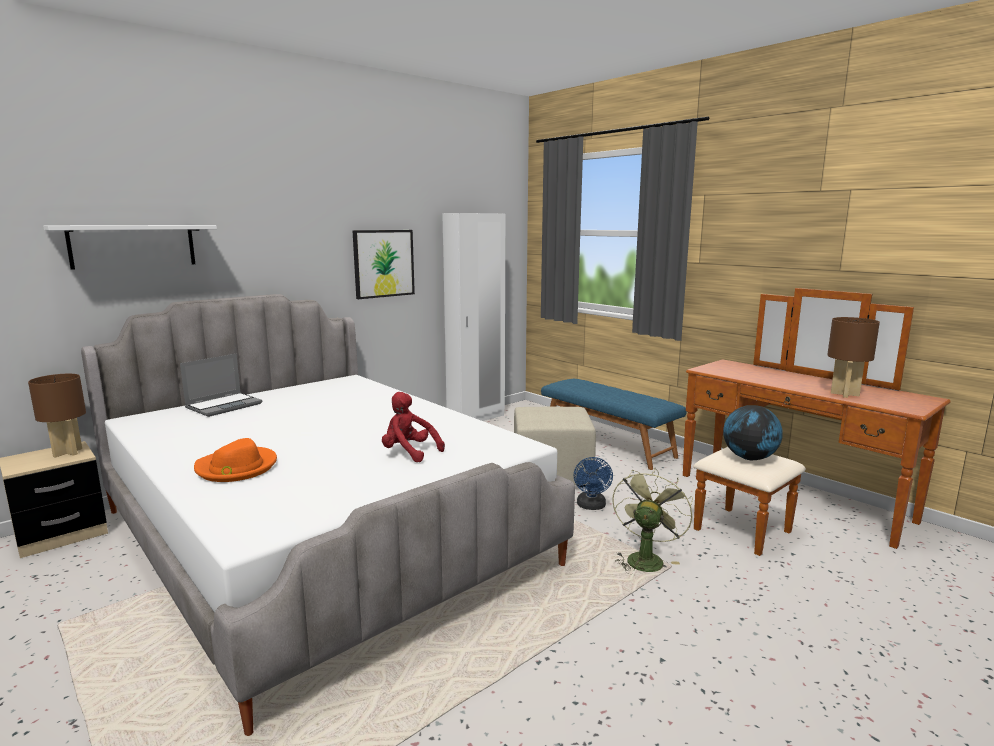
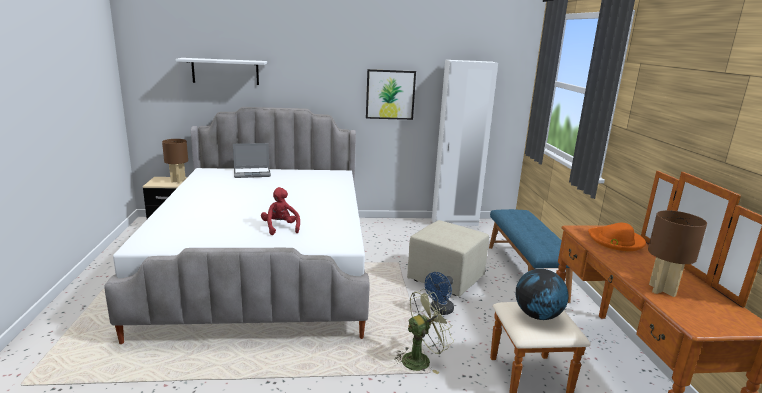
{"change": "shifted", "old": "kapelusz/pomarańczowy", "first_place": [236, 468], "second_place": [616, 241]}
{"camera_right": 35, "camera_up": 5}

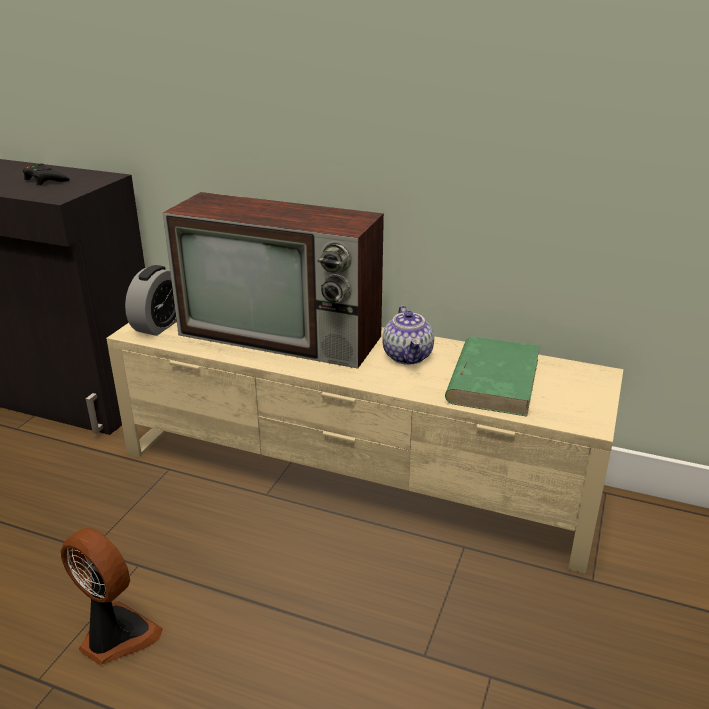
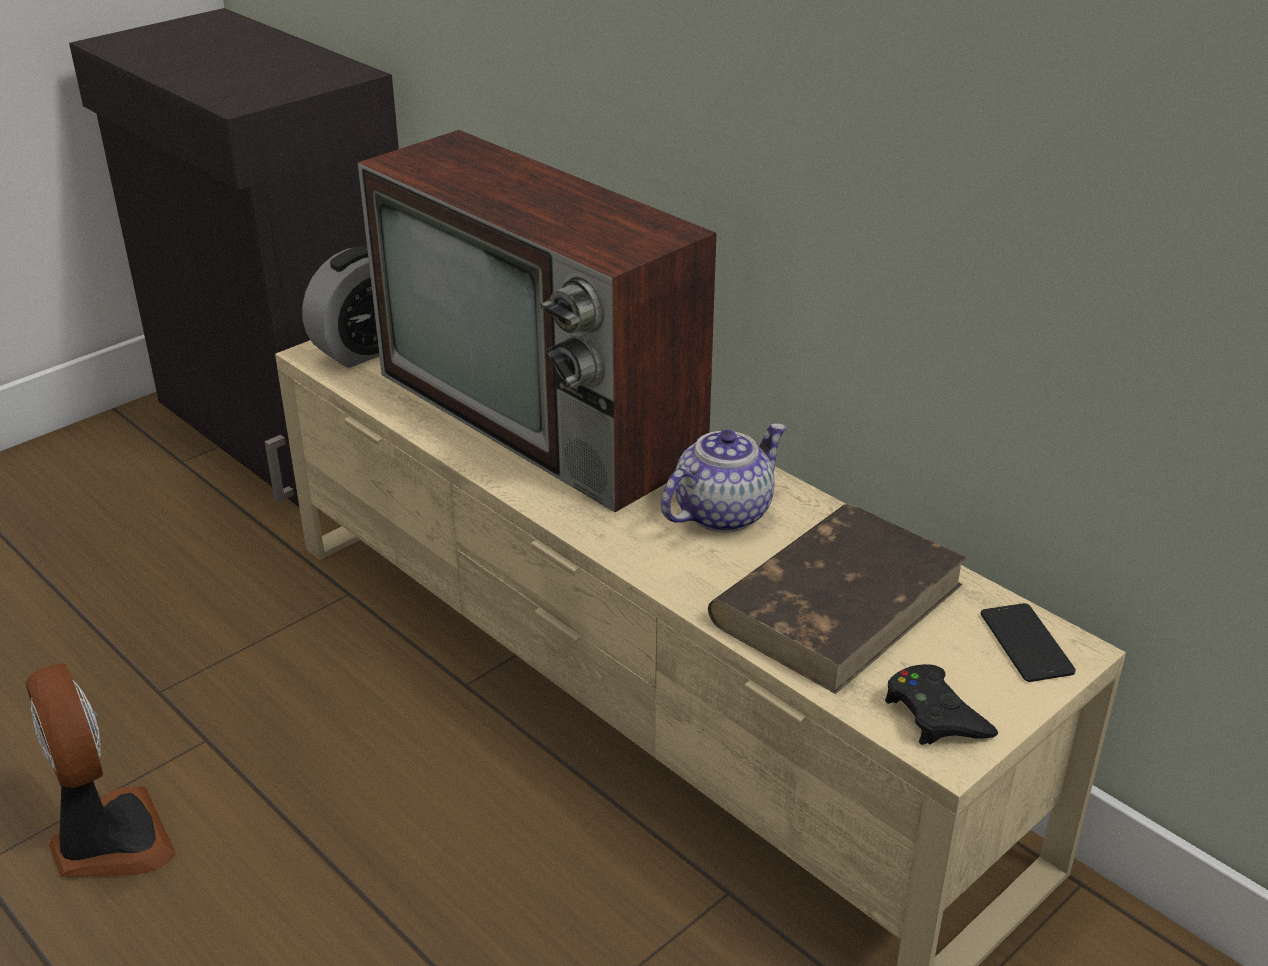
{"change": "shifted", "old": "pad do gier/czarny", "first_place": [45, 180], "second_place": [935, 714]}
{"change": "rotated", "old": "imbryk", "first_place": [408, 356], "second_place": [722, 512], "degrees": -150}
{"change": "repainted", "old": "książka/zielony", "new": "książka/brązowy", "first_place": [493, 380], "second_place": [838, 602]}
{"change": "new", "new": "telefon", "second_place": [1026, 643]}
{"camera_right": 25, "camera_up": 5}

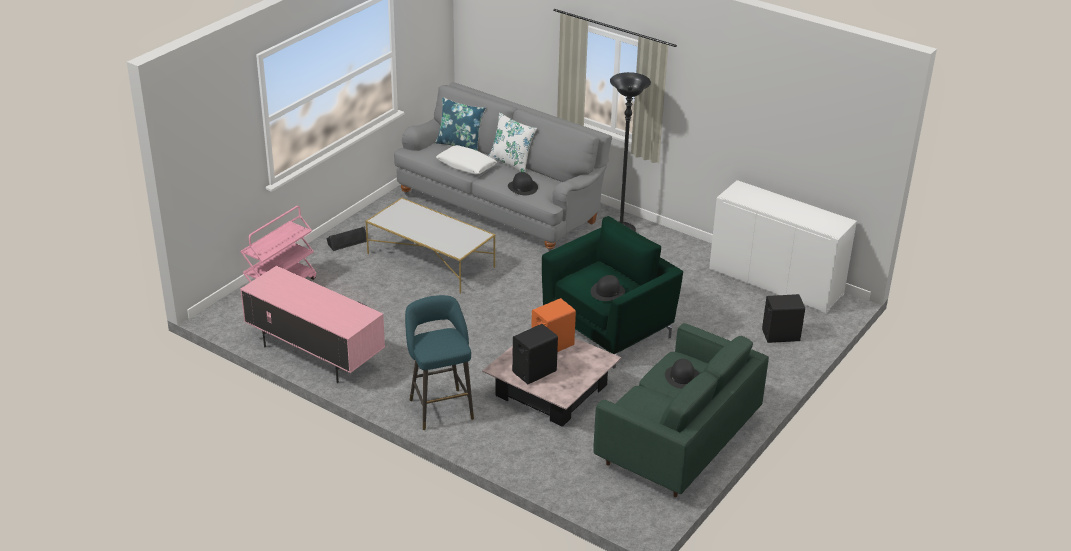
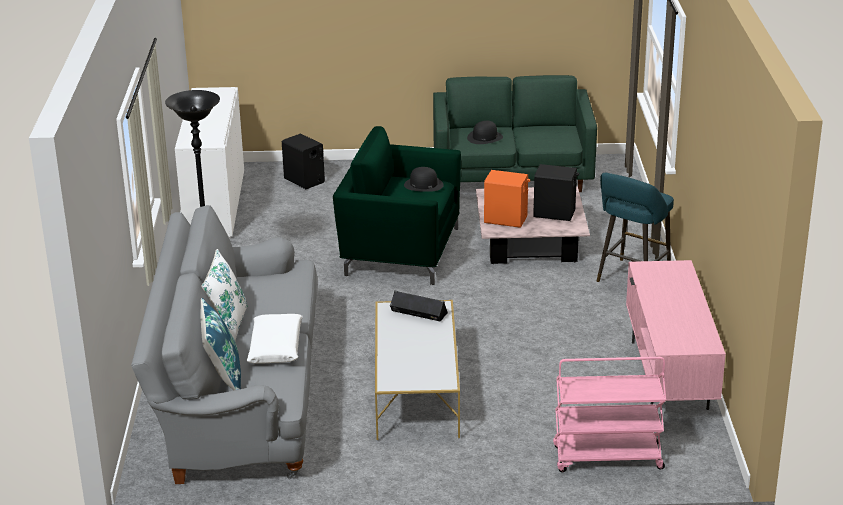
{"change": "gone", "old": "kapelusz/czarny", "first_place": [522, 187]}
{"change": "shifted", "old": "głośnik/czarny", "first_place": [347, 242], "second_place": [418, 313]}
{"camera_right": -125, "camera_up": -5}

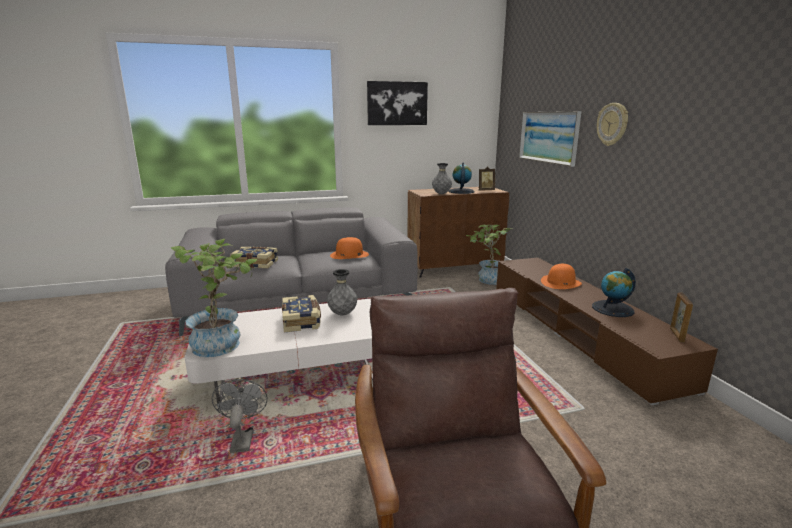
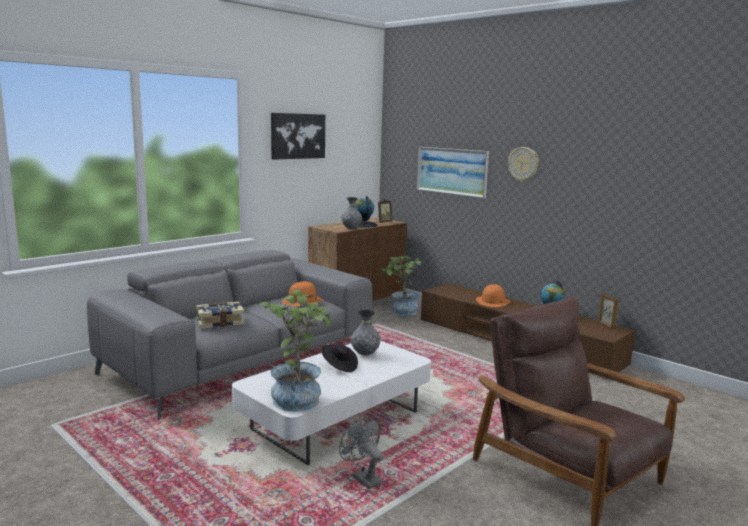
{"change": "swapped", "old": "książka", "new": "kapelusz/czarny", "first_place": [302, 321], "second_place": [339, 366]}
{"camera_right": -30, "camera_up": -5}

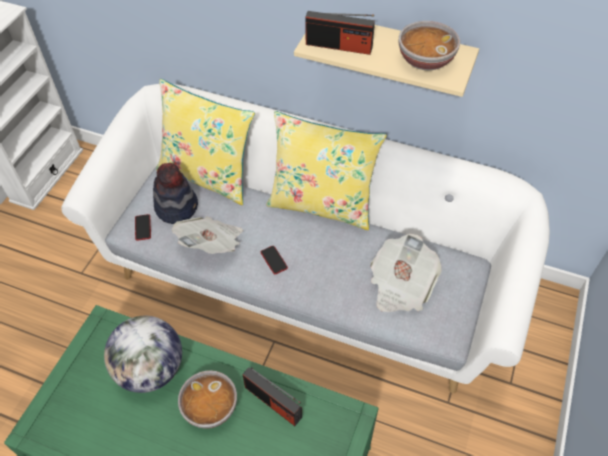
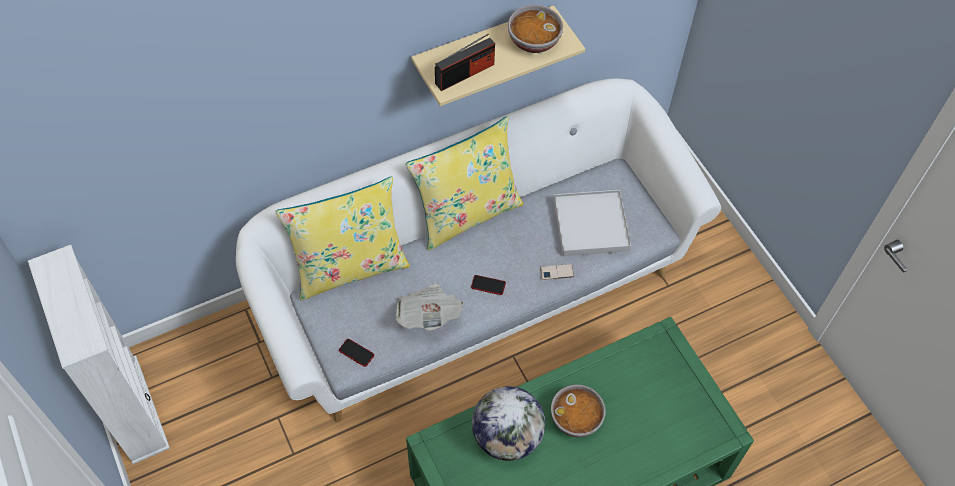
{"change": "gone", "old": "kapelusz", "first_place": [177, 206]}
{"change": "swapped", "old": "gazeta", "new": "taca/biały", "first_place": [400, 285], "second_place": [591, 225]}
{"change": "gone", "old": "radio", "first_place": [273, 402]}
{"change": "new", "new": "telefon", "second_place": [557, 272]}
{"camera_right": -50, "camera_up": 5}

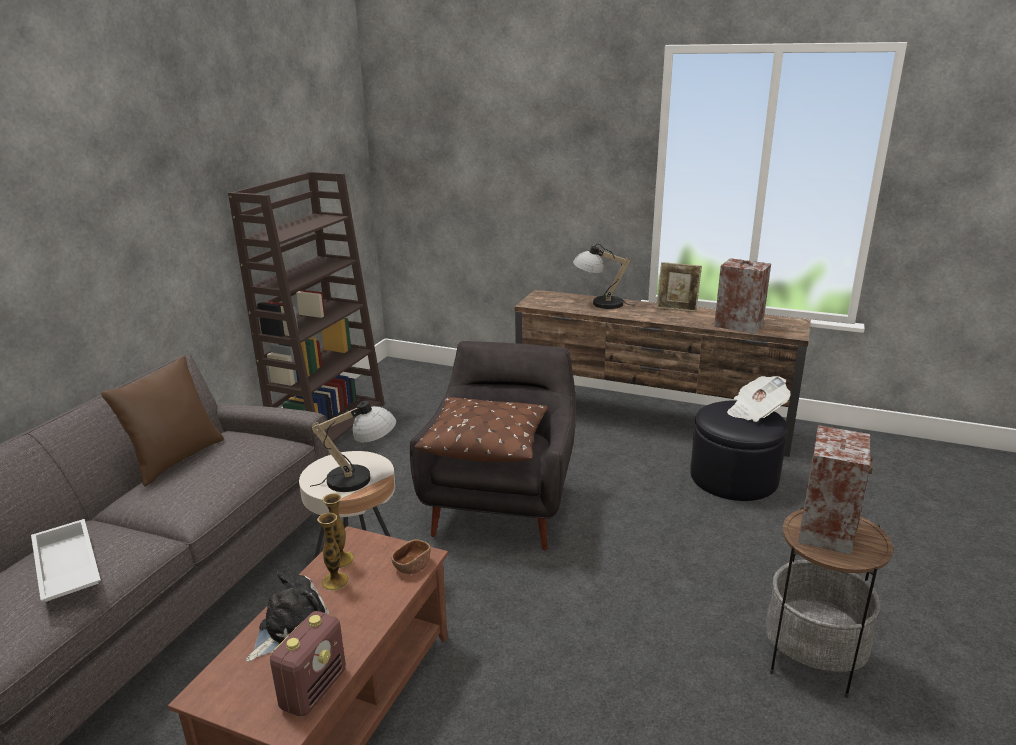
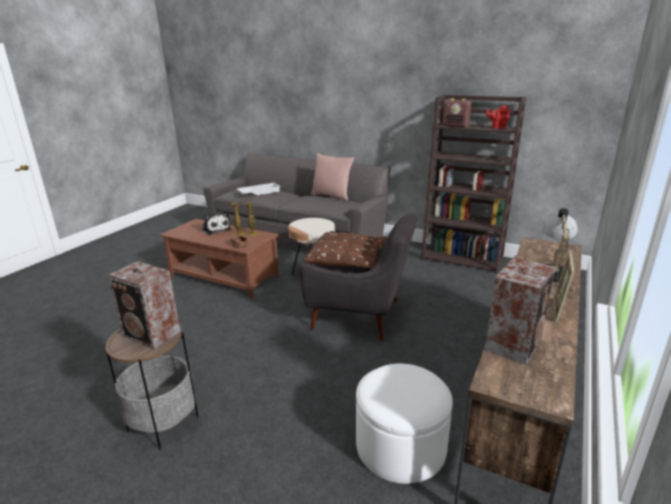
{"change": "repainted", "old": "poduszka/brązowy", "new": "poduszka/różowy", "first_place": [175, 459], "second_place": [332, 196]}
{"change": "gone", "old": "gazeta", "first_place": [755, 412]}
{"change": "gone", "old": "lampa stołowa", "first_place": [361, 478]}
{"change": "repainted", "old": "pufa/czarny", "new": "pufa/biały", "first_place": [734, 477], "second_place": [400, 446]}
{"change": "shifted", "old": "radio", "first_place": [314, 689], "second_place": [456, 126]}
{"change": "new", "new": "imbryk/czerwony", "second_place": [497, 127]}
{"camera_right": 95, "camera_up": 0}

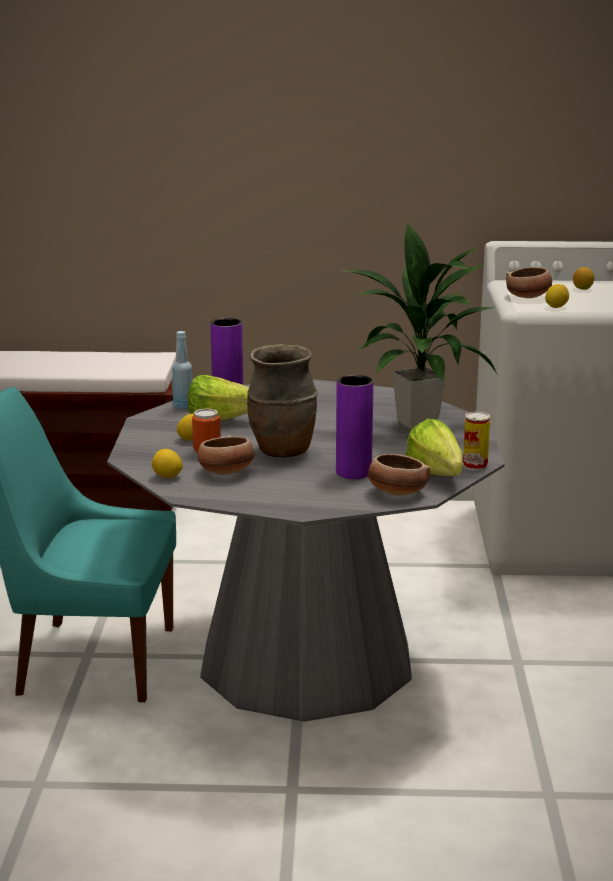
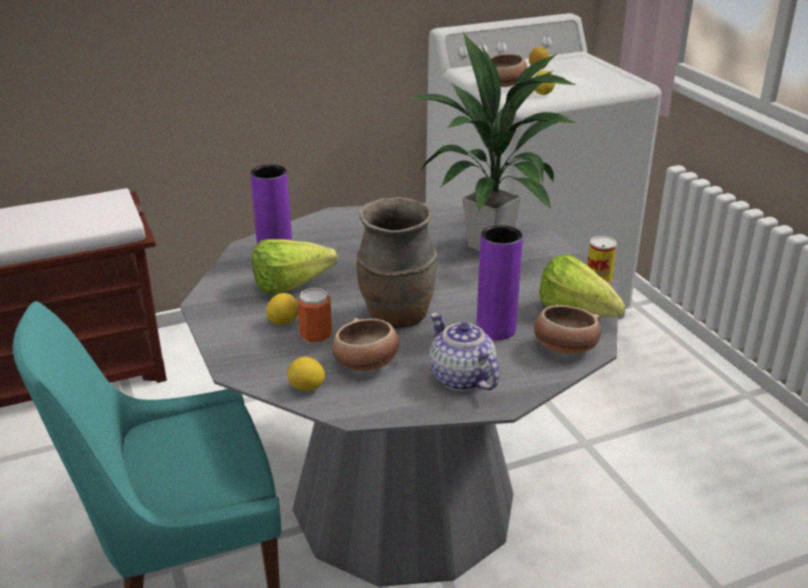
{"change": "gone", "old": "butelka/niebieski", "first_place": [183, 407]}
{"change": "new", "new": "imbryk", "second_place": [461, 378]}
{"camera_right": -25, "camera_up": 10}

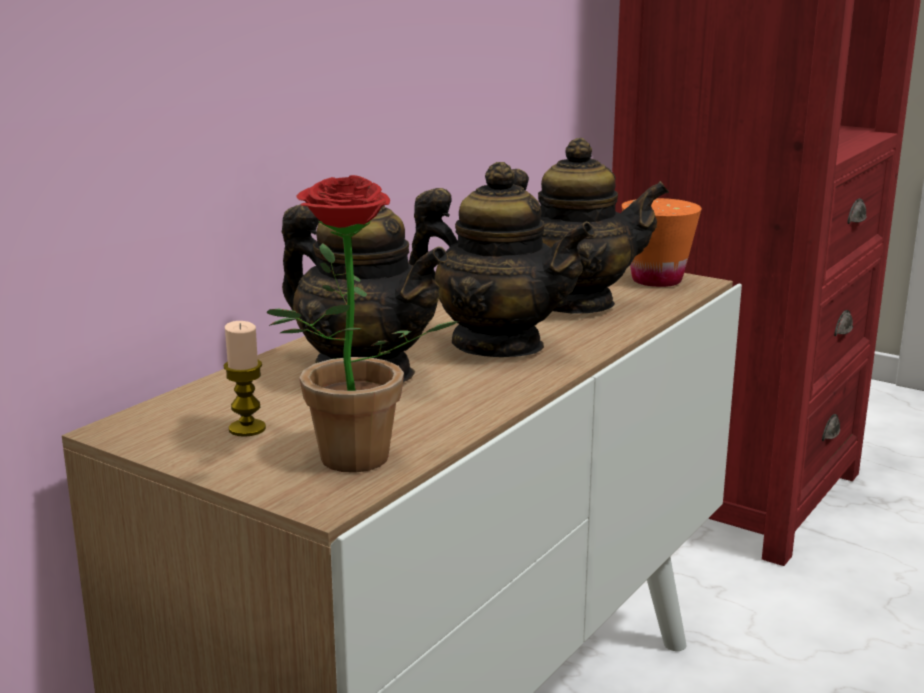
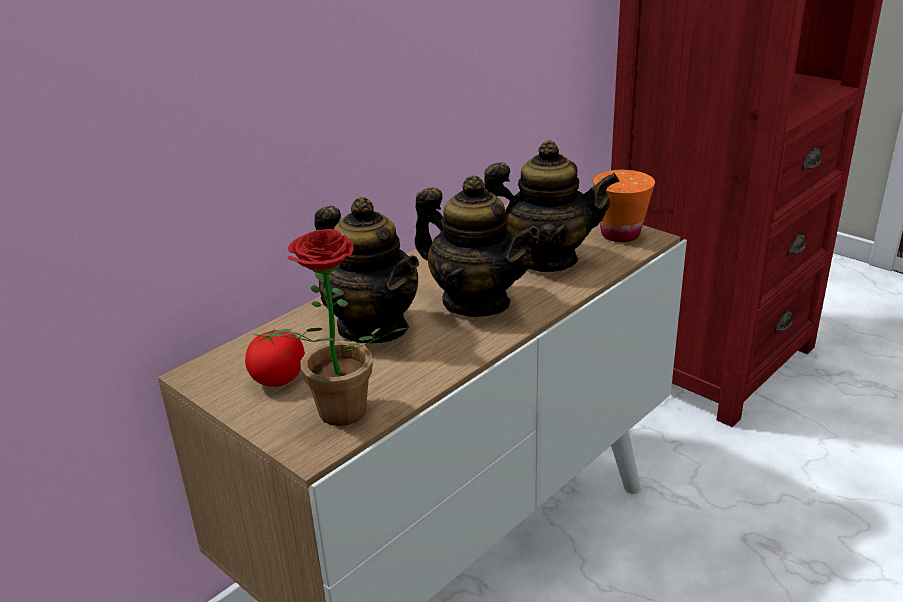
{"change": "swapped", "old": "świeca", "new": "pomidor", "first_place": [247, 429], "second_place": [278, 379]}
{"camera_right": 10, "camera_up": 10}

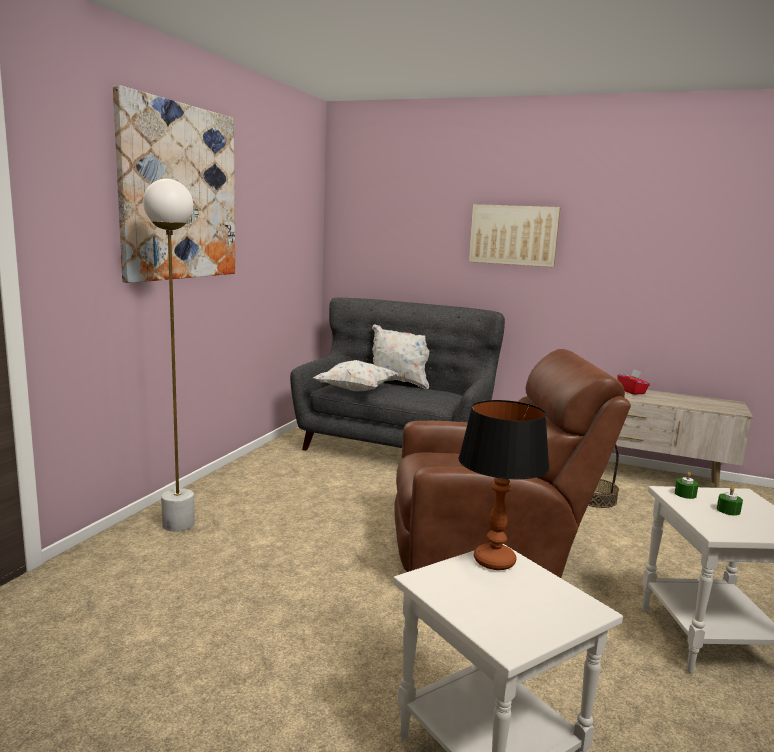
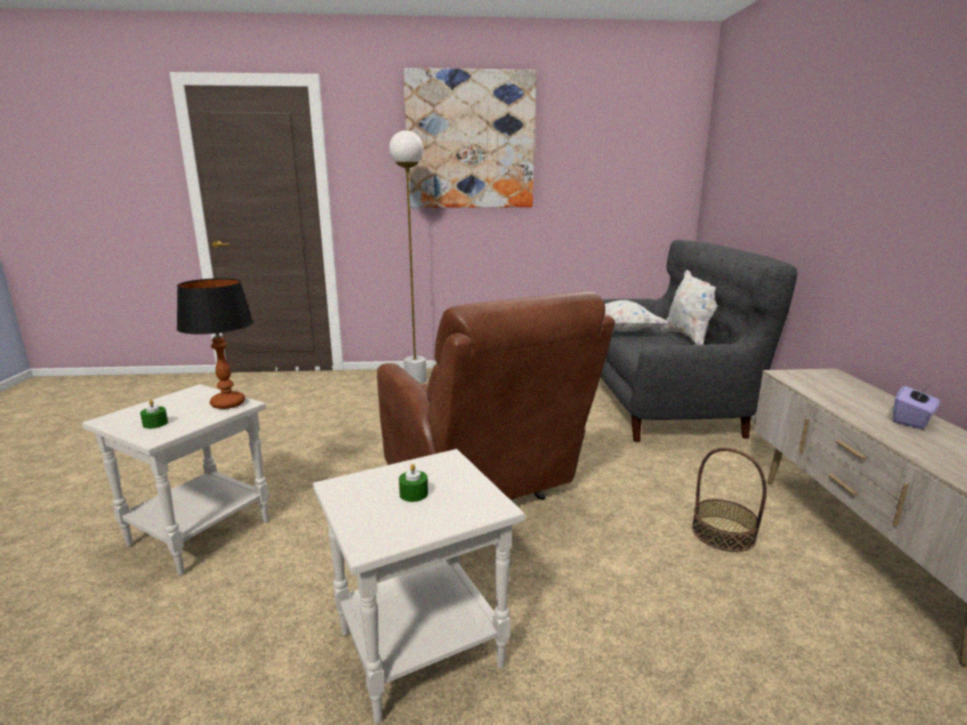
{"change": "gone", "old": "obraz", "first_place": [513, 235]}
{"change": "repainted", "old": "pudełko chusteczek/czerwony", "new": "pudełko chusteczek/fioletowy", "first_place": [632, 391], "second_place": [912, 420]}
{"change": "shifted", "old": "świeca/zielony", "first_place": [685, 494], "second_place": [155, 424]}
{"camera_right": 65, "camera_up": 5}

